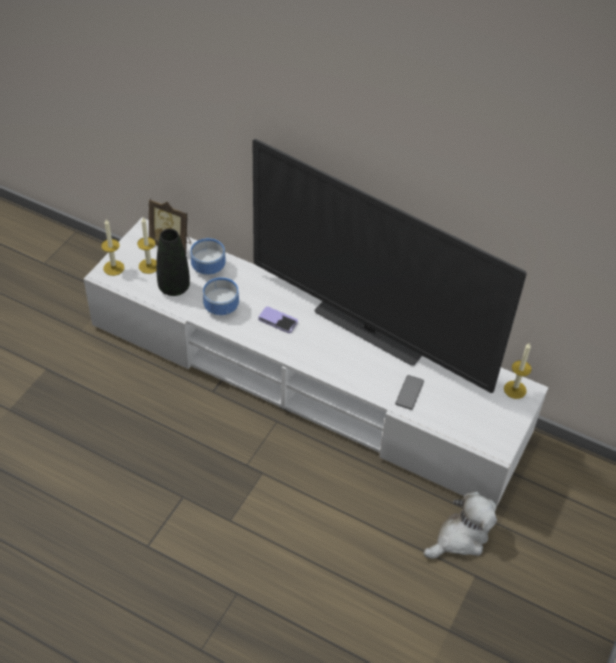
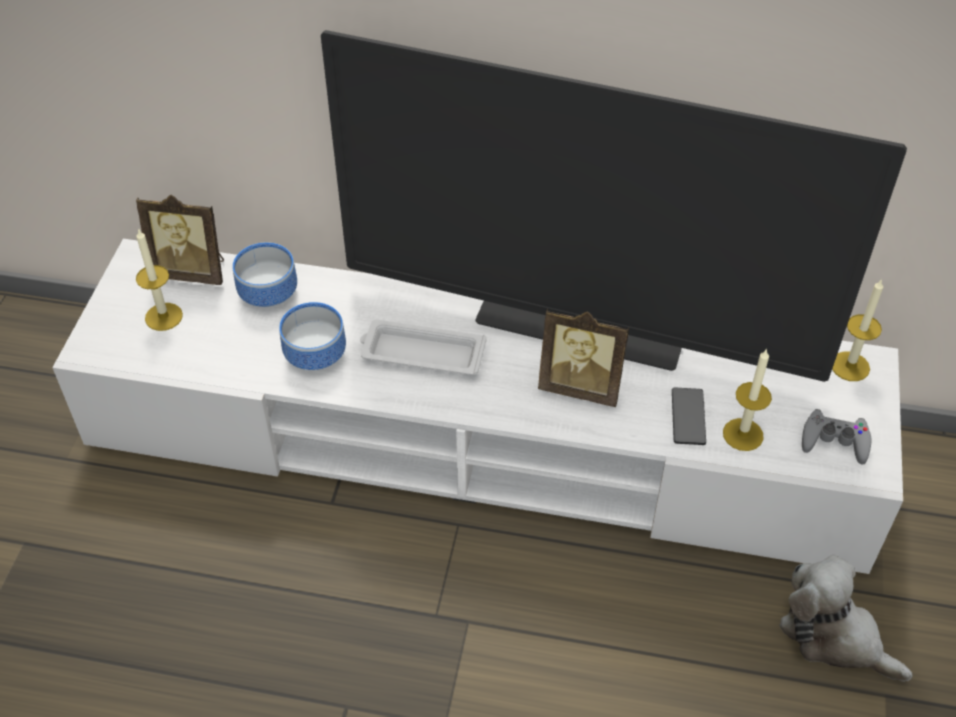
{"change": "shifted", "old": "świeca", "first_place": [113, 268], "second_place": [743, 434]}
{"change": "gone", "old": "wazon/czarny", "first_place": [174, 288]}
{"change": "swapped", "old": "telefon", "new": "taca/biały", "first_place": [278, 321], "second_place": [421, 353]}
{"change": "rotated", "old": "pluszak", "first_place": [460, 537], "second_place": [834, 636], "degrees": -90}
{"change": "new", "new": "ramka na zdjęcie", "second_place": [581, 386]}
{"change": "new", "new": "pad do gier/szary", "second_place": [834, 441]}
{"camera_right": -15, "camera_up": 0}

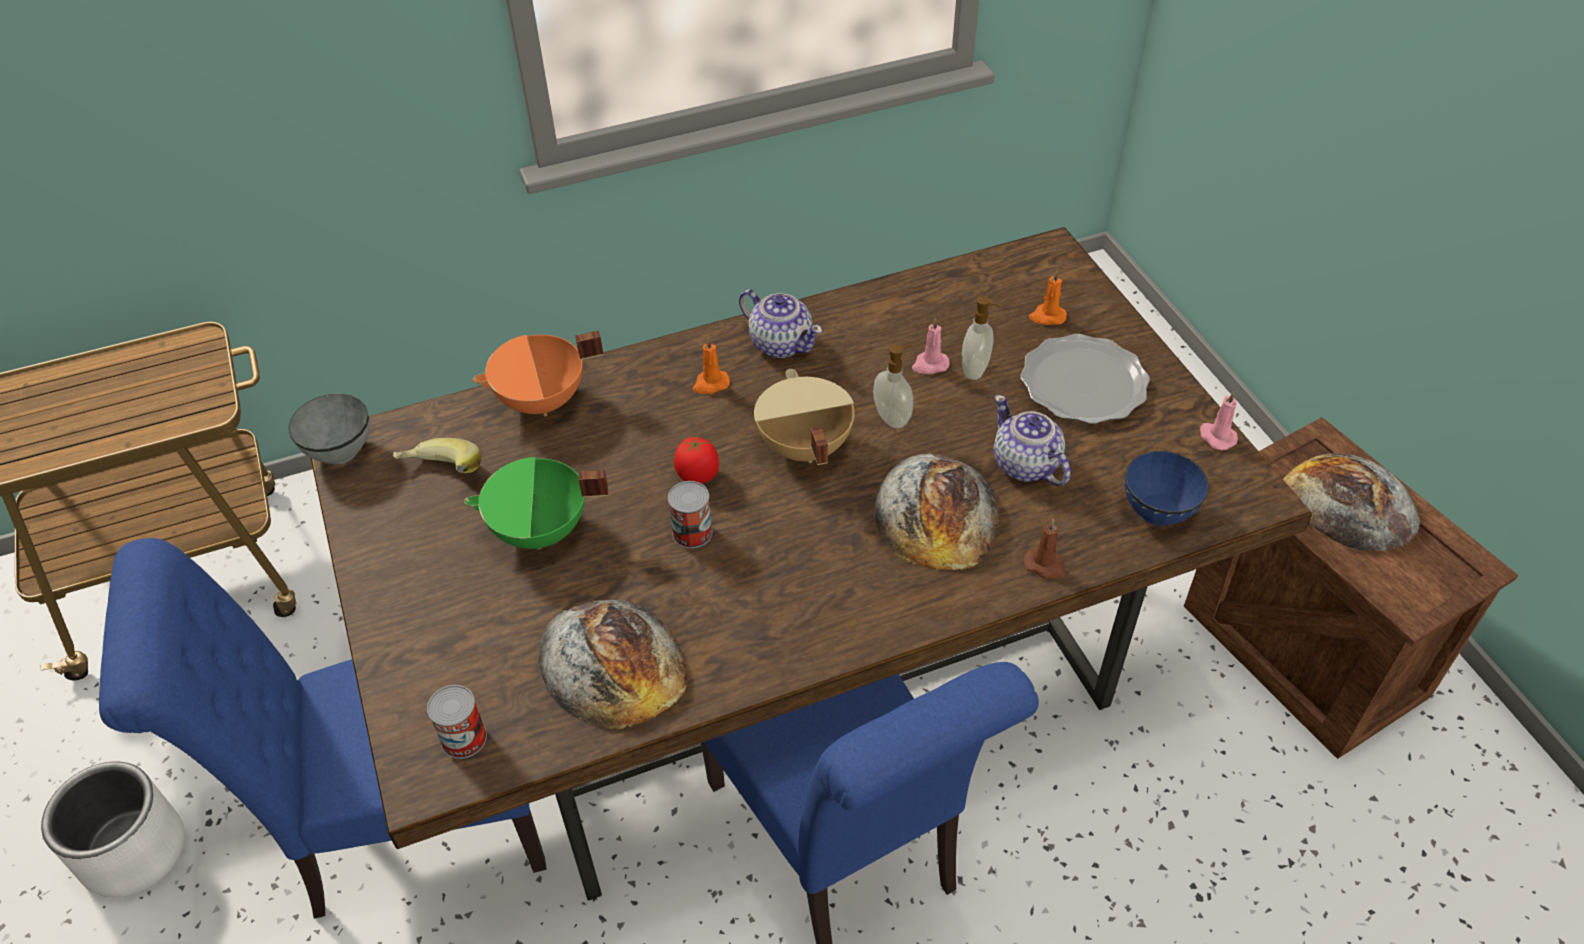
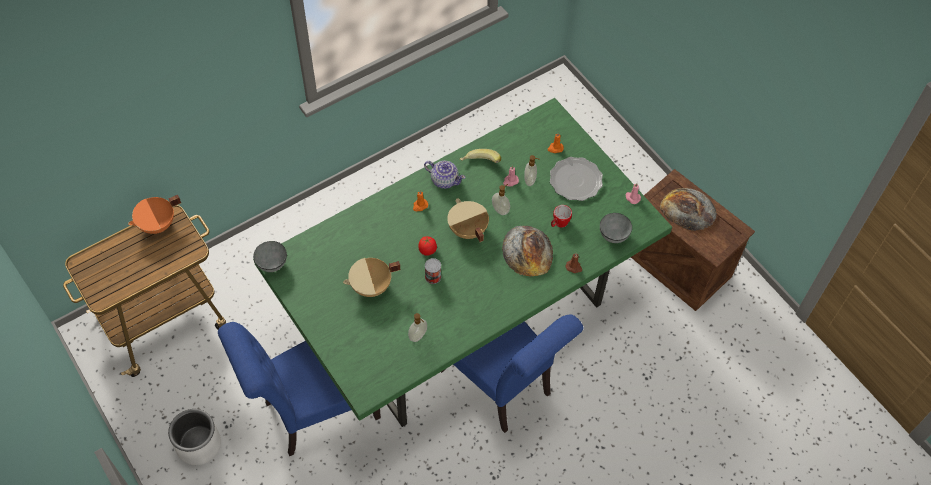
{"change": "repainted", "old": "stół jadalny/brązowy", "new": "stół jadalny/zielony", "first_place": [794, 670], "second_place": [462, 313]}
{"change": "shifted", "old": "garnek/pomarańczowy", "first_place": [542, 402], "second_place": [158, 225]}
{"change": "swapped", "old": "imbryk", "new": "kubek", "first_place": [1025, 465], "second_place": [559, 224]}
{"change": "shifted", "old": "banan", "first_place": [441, 477], "second_place": [480, 164]}
{"change": "repainted", "old": "miska/niebieski", "new": "miska/szary", "first_place": [1157, 512], "second_place": [613, 236]}
{"change": "repainted", "old": "garnek/zielony", "new": "garnek/beżowy", "first_place": [540, 532], "second_place": [371, 287]}
{"change": "swapped", "old": "chleb", "new": "dozownik mydła", "first_place": [612, 662], "second_place": [418, 336]}
{"change": "gone", "old": "puszka", "first_place": [463, 738]}
{"camera_right": -15, "camera_up": 10}

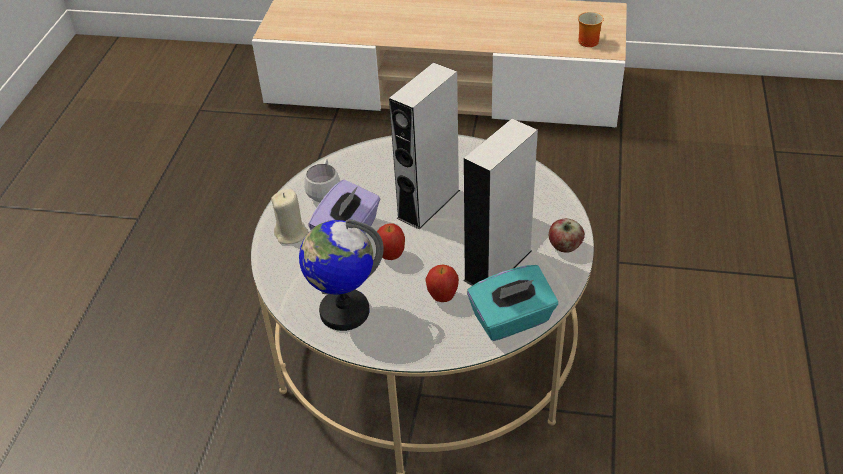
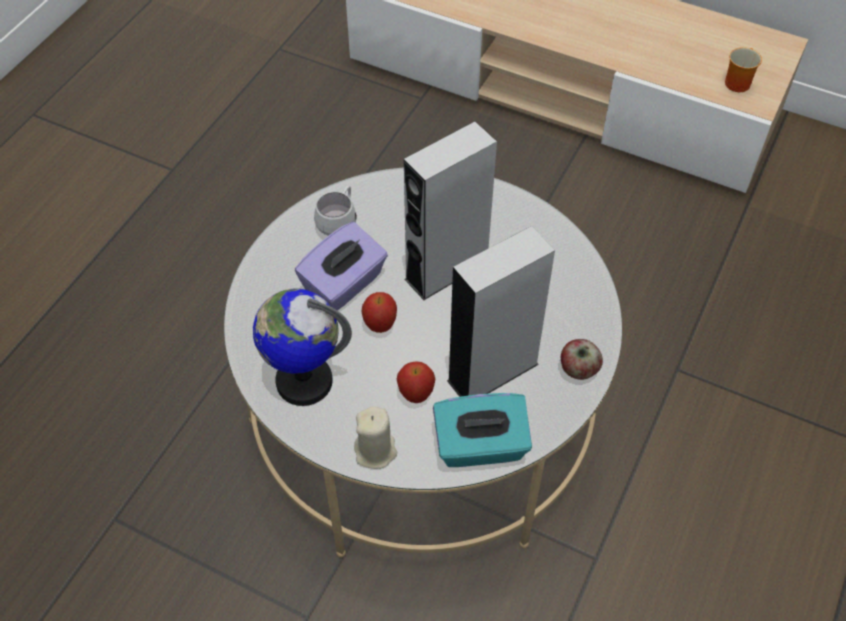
{"change": "shifted", "old": "świeca/beżowy", "first_place": [291, 233], "second_place": [375, 451]}
{"camera_right": 15, "camera_up": 10}

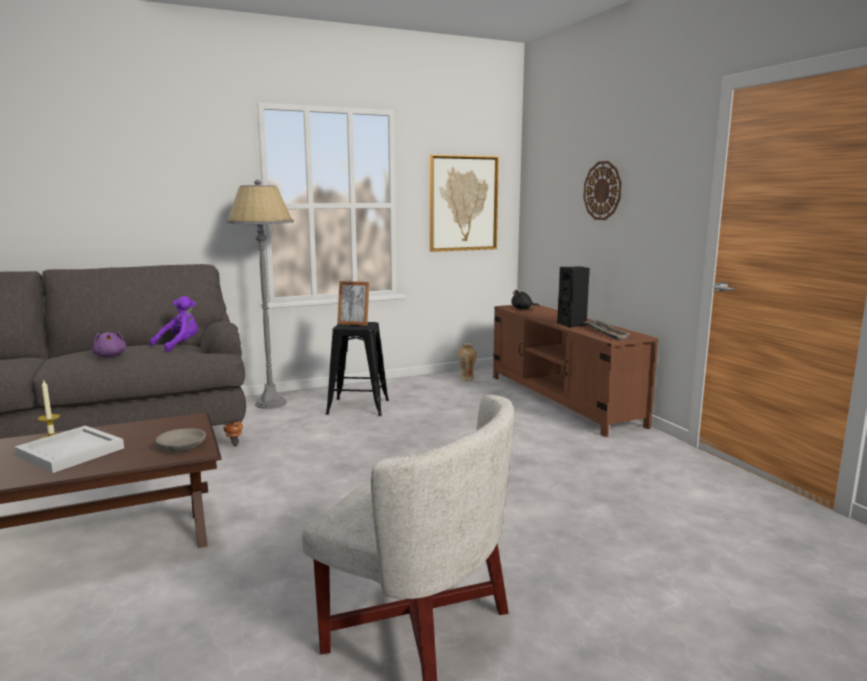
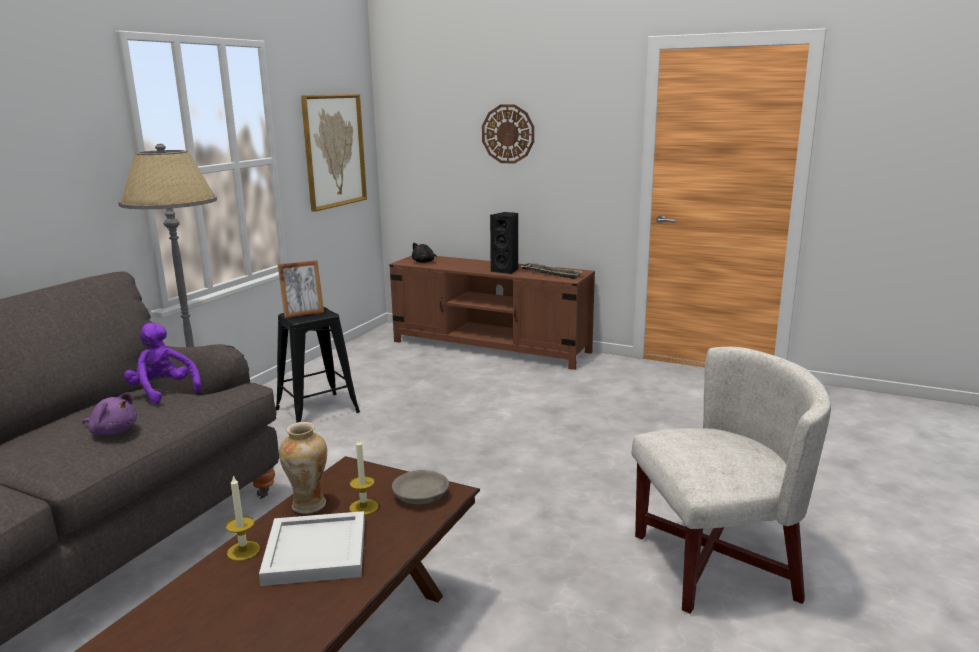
{"change": "rotated", "old": "pluszak/fioletowy", "first_place": [179, 345], "second_place": [164, 391], "degrees": -45}
{"change": "shifted", "old": "wazon", "first_place": [467, 379], "second_place": [308, 505]}
{"change": "new", "new": "świeca", "second_place": [363, 507]}
{"camera_right": -40, "camera_up": 5}

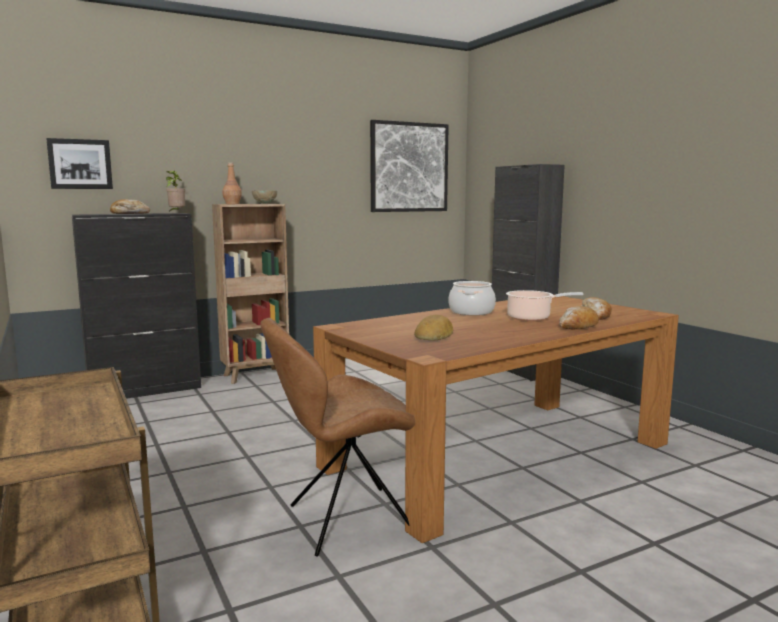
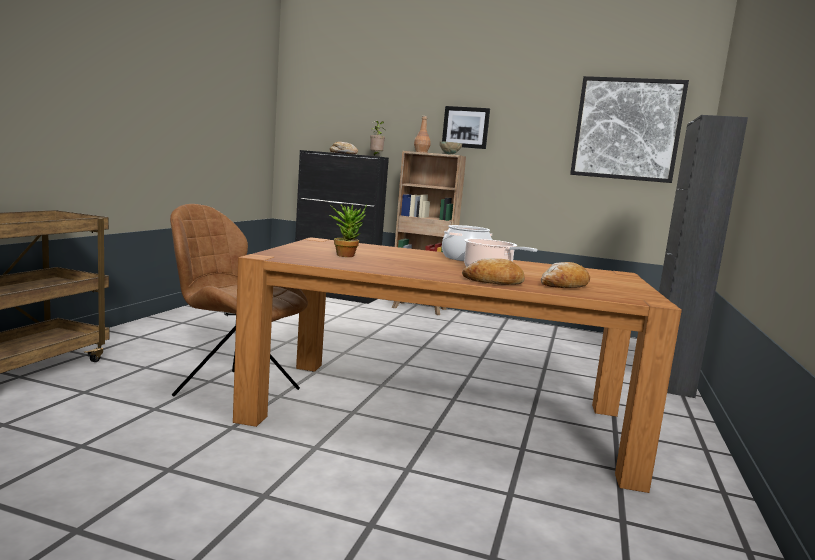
{"change": "shifted", "old": "obraz", "first_place": [80, 164], "second_place": [465, 127]}
{"change": "swapped", "old": "chleb", "new": "roślina doniczkowa", "first_place": [434, 335], "second_place": [346, 255]}
{"camera_right": 45, "camera_up": 0}

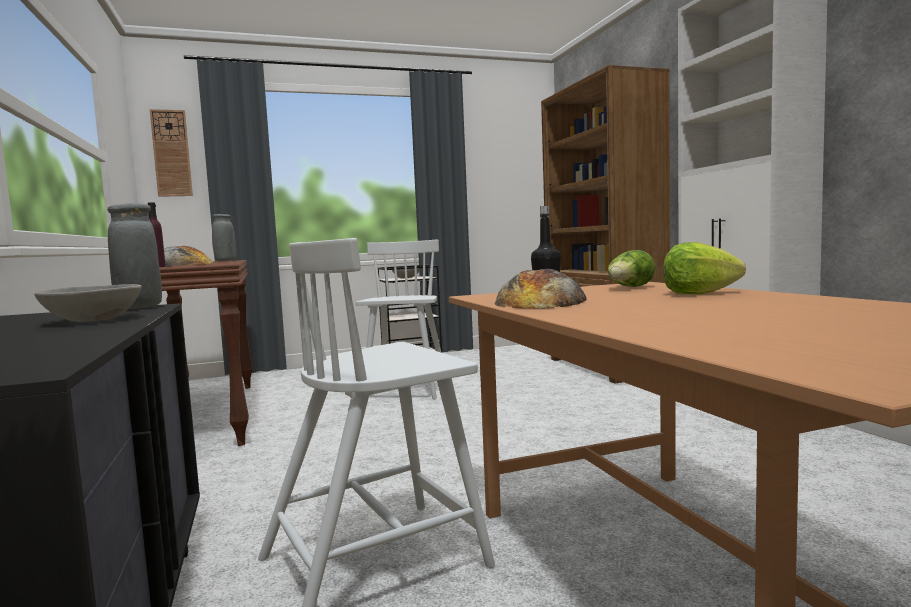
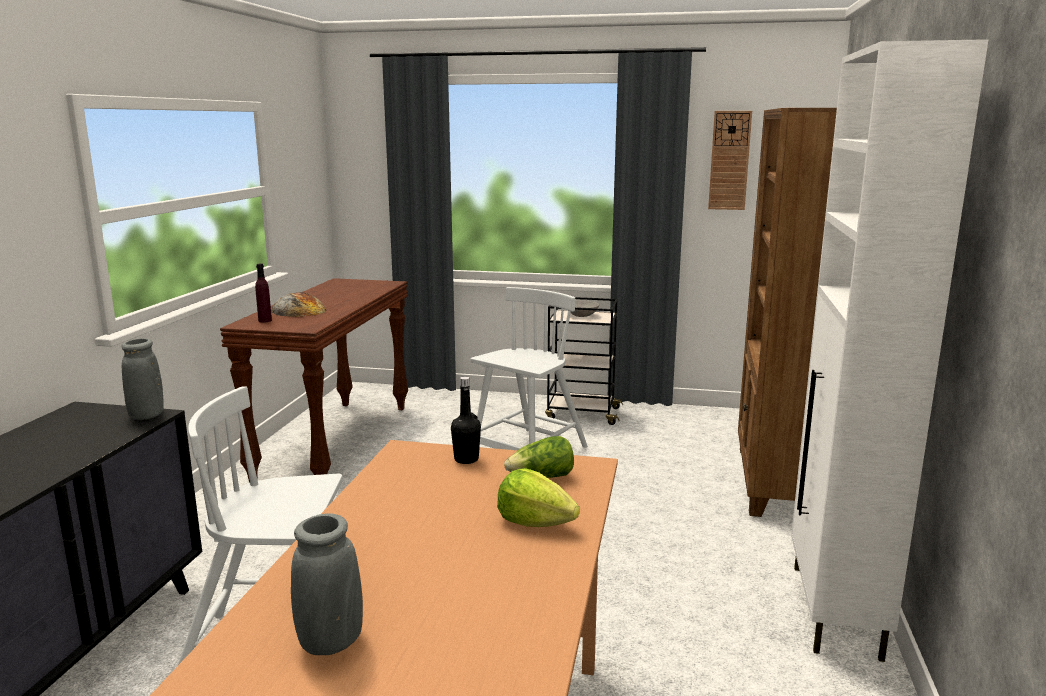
{"change": "shifted", "old": "zegar ścienny", "first_place": [171, 153], "second_place": [729, 160]}
{"change": "shifted", "old": "wazon/szary", "first_place": [226, 260], "second_place": [331, 642]}
{"change": "gone", "old": "chleb", "first_place": [540, 301]}
{"change": "gone", "old": "miska/szary", "first_place": [94, 320]}
{"camera_right": 30, "camera_up": 10}

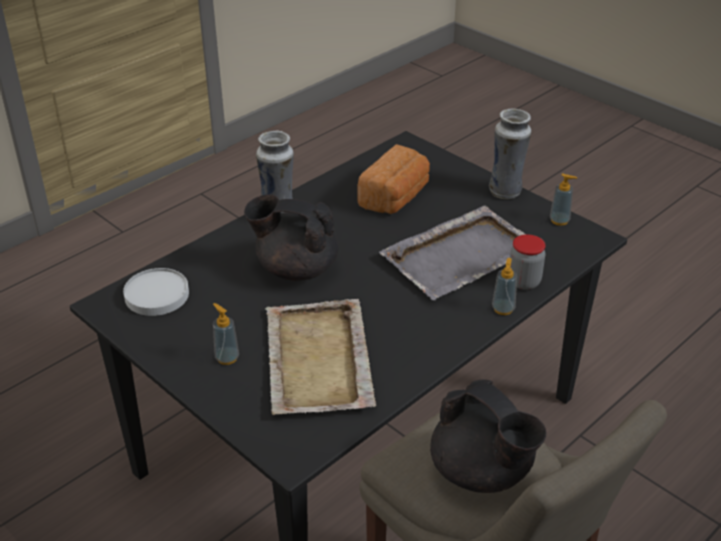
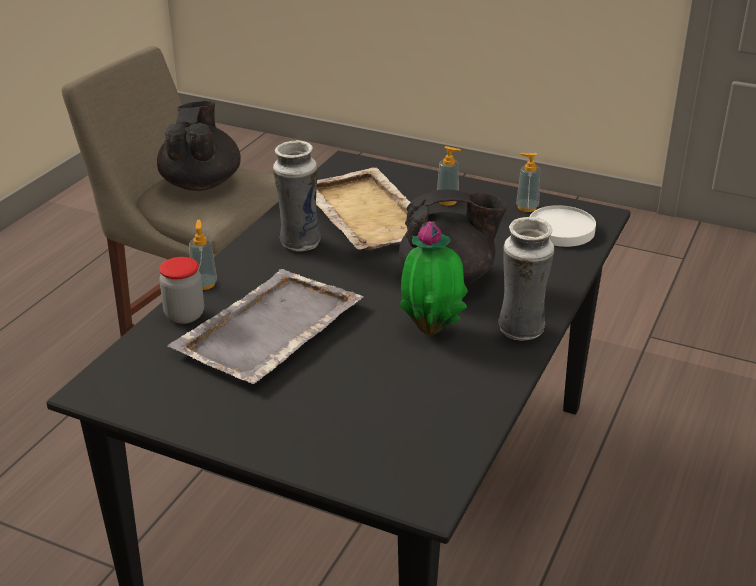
{"change": "shifted", "old": "wazon", "first_place": [506, 191], "second_place": [299, 243]}
{"change": "gone", "old": "chleb", "first_place": [396, 197]}
{"change": "shifted", "old": "dozownik mydła", "first_place": [559, 220], "second_place": [527, 207]}
{"change": "rotated", "old": "imbryk/czarny", "first_place": [482, 471], "second_place": [201, 183], "degrees": 60}
{"change": "new", "new": "roślina doniczkowa", "second_place": [431, 328]}
{"camera_right": 160, "camera_up": -5}

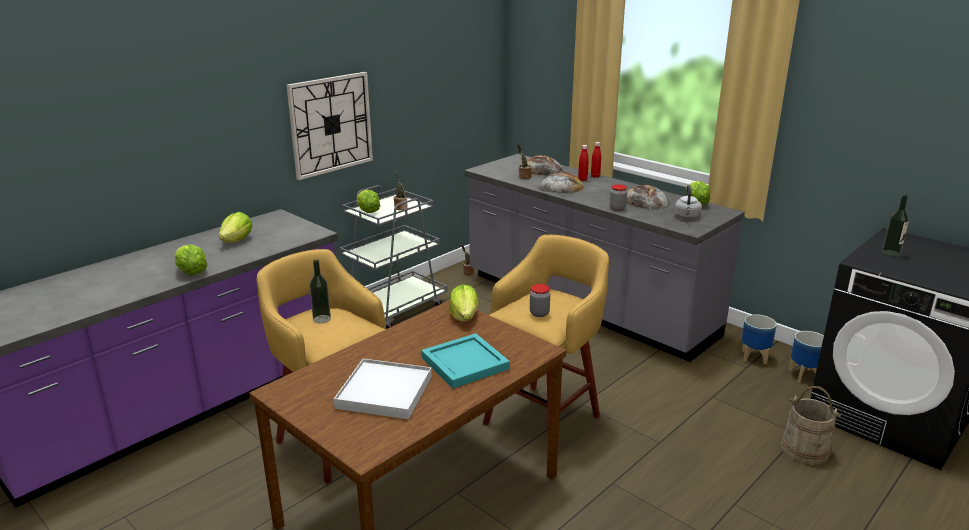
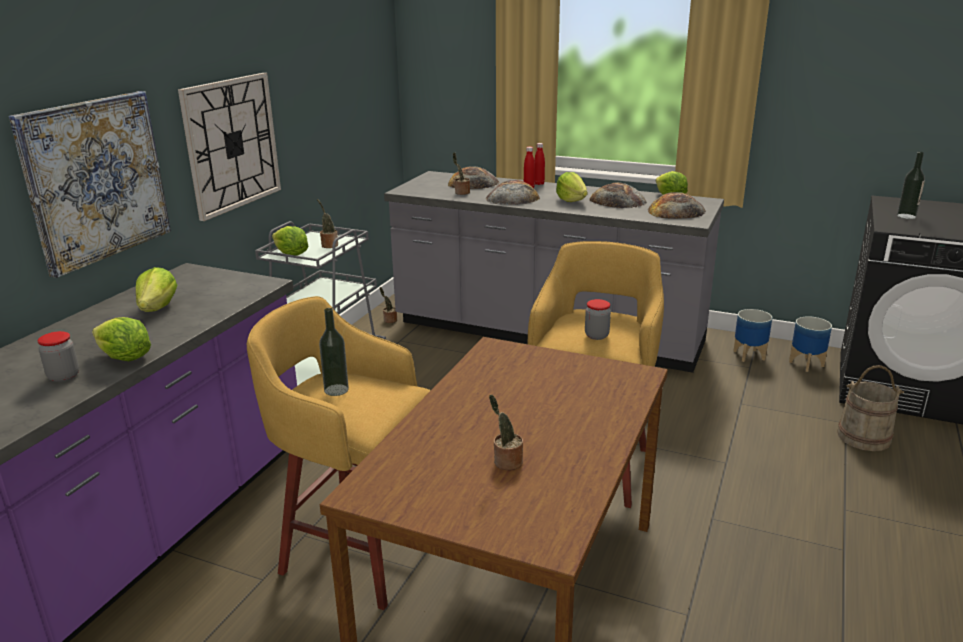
{"change": "shifted", "old": "słoik", "first_place": [617, 208], "second_place": [64, 376]}
{"change": "swapped", "old": "czajnik/szary", "new": "chleb", "first_place": [687, 217], "second_place": [676, 211]}
{"change": "shifted", "old": "sałata", "first_place": [464, 316], "second_place": [571, 200]}
{"change": "gone", "old": "taca/turkusowy", "first_place": [463, 363]}
{"change": "swapped", "old": "taca/biały", "new": "roślina doniczkowa", "first_place": [385, 392], "second_place": [506, 462]}
{"change": "new", "new": "obraz", "second_place": [96, 180]}
{"camera_right": -20, "camera_up": 0}

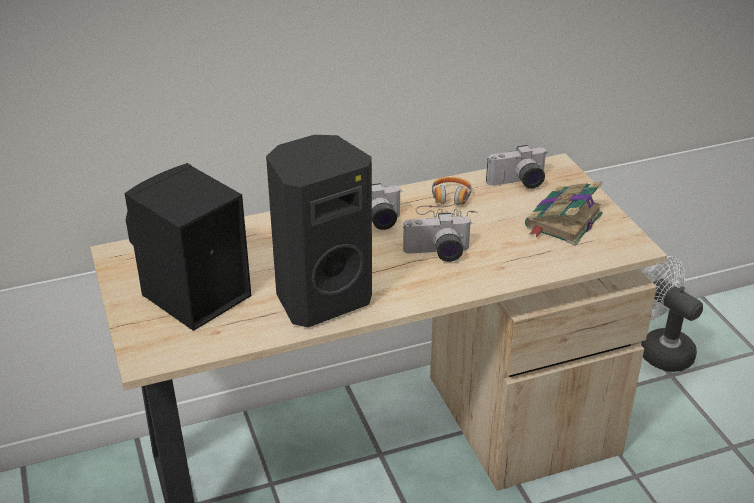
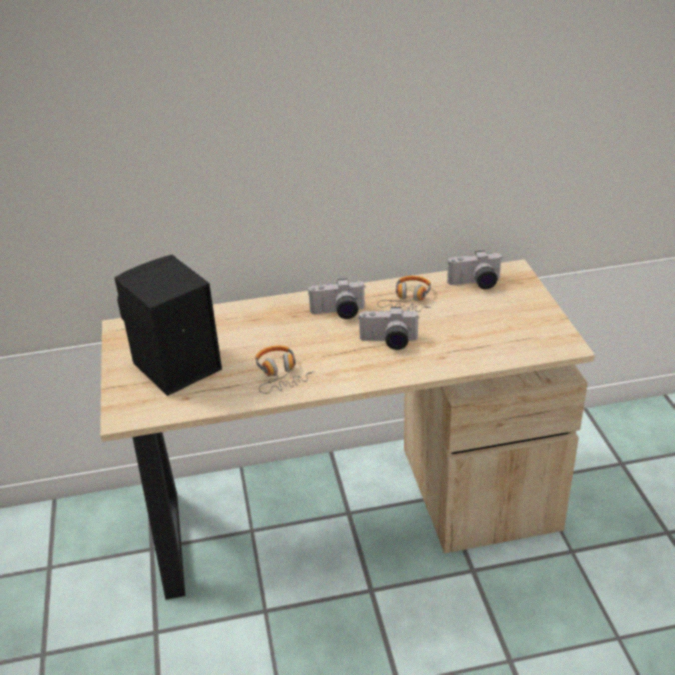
{"change": "swapped", "old": "głośnik/czarny", "new": "słuchawki", "first_place": [321, 298], "second_place": [279, 375]}
{"change": "gone", "old": "książka", "first_place": [562, 222]}
{"change": "gone", "old": "wentylator/biały", "first_place": [659, 349]}
{"camera_right": 10, "camera_up": 0}

